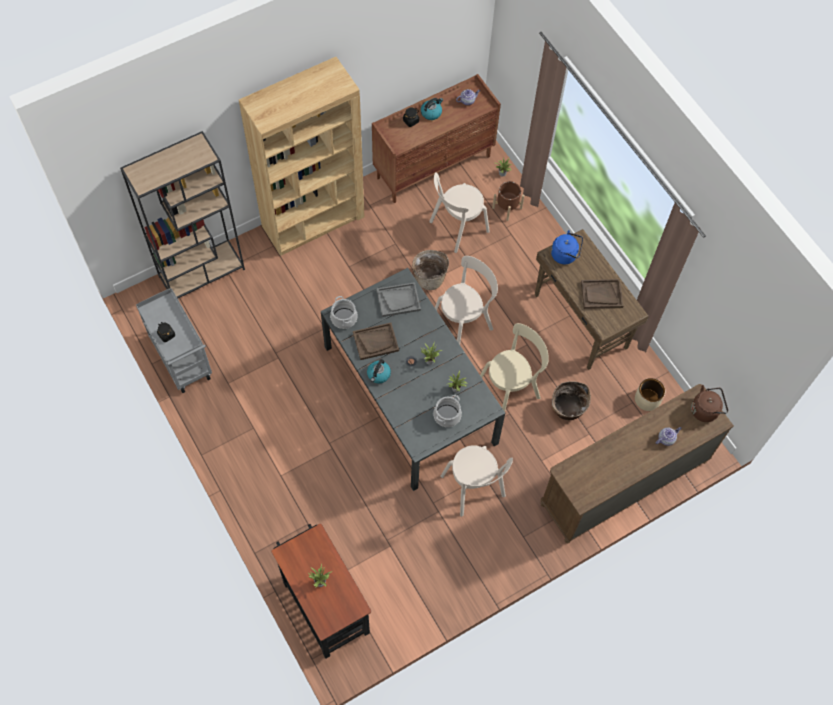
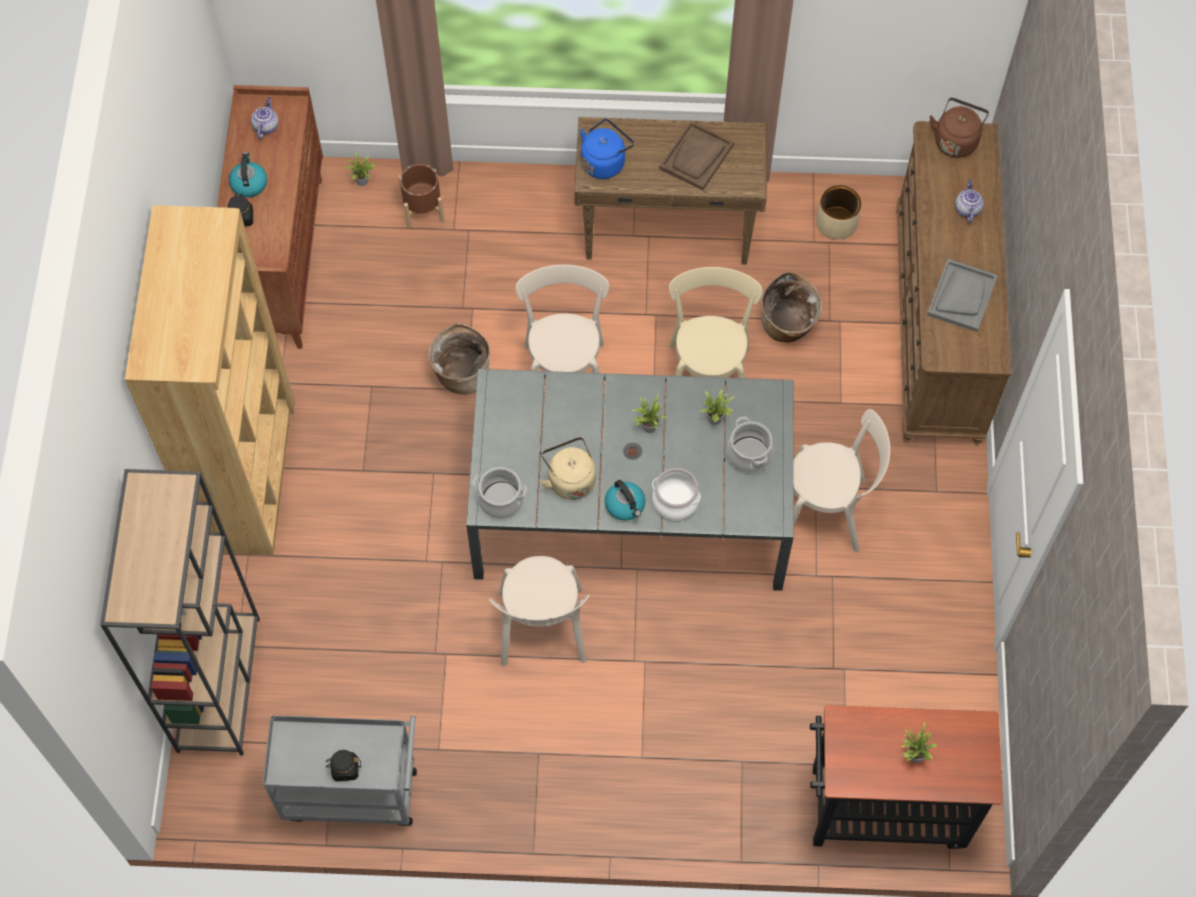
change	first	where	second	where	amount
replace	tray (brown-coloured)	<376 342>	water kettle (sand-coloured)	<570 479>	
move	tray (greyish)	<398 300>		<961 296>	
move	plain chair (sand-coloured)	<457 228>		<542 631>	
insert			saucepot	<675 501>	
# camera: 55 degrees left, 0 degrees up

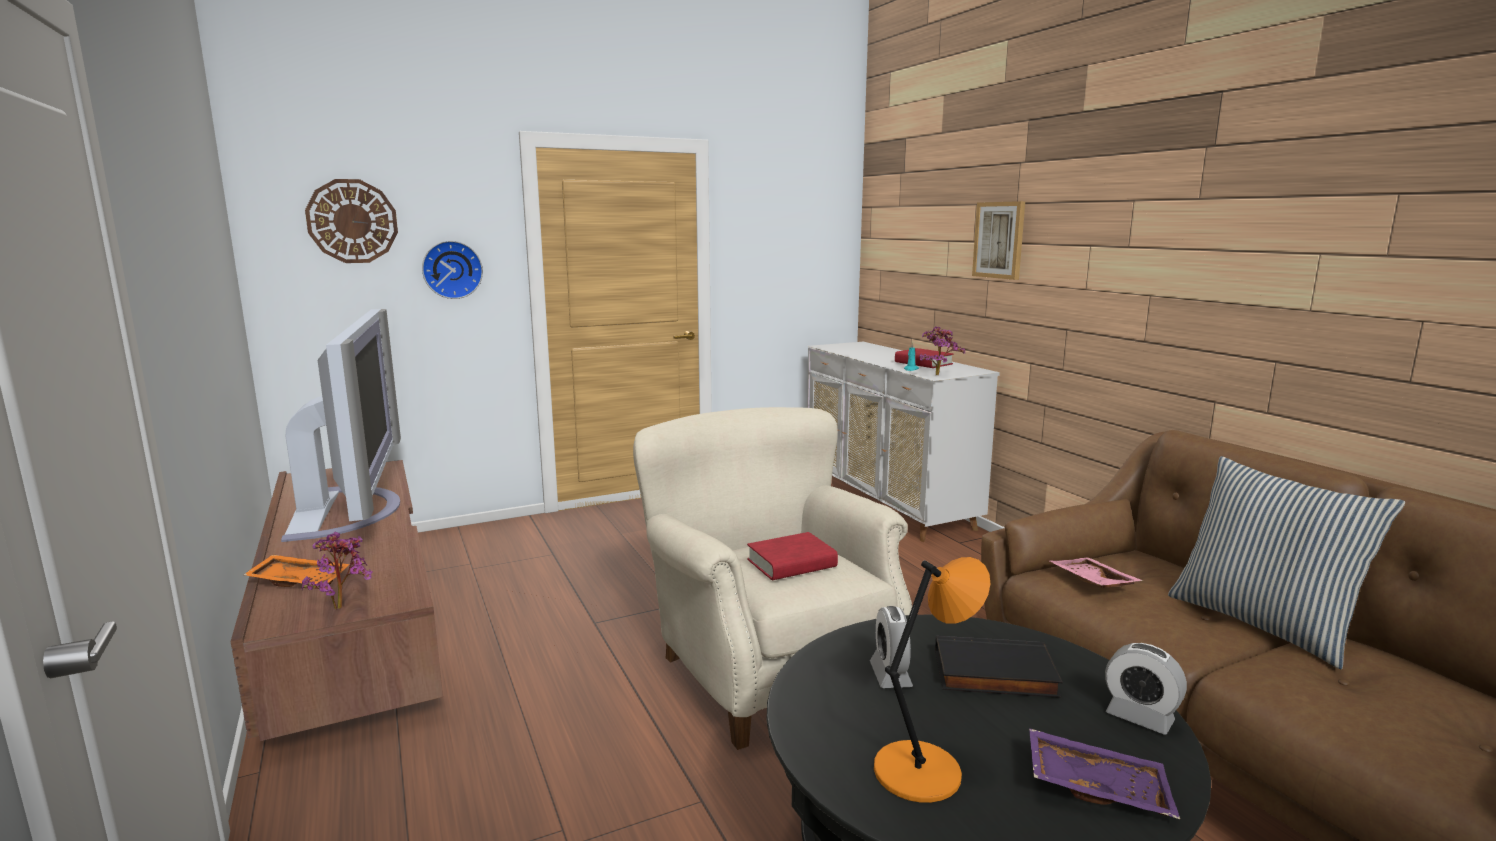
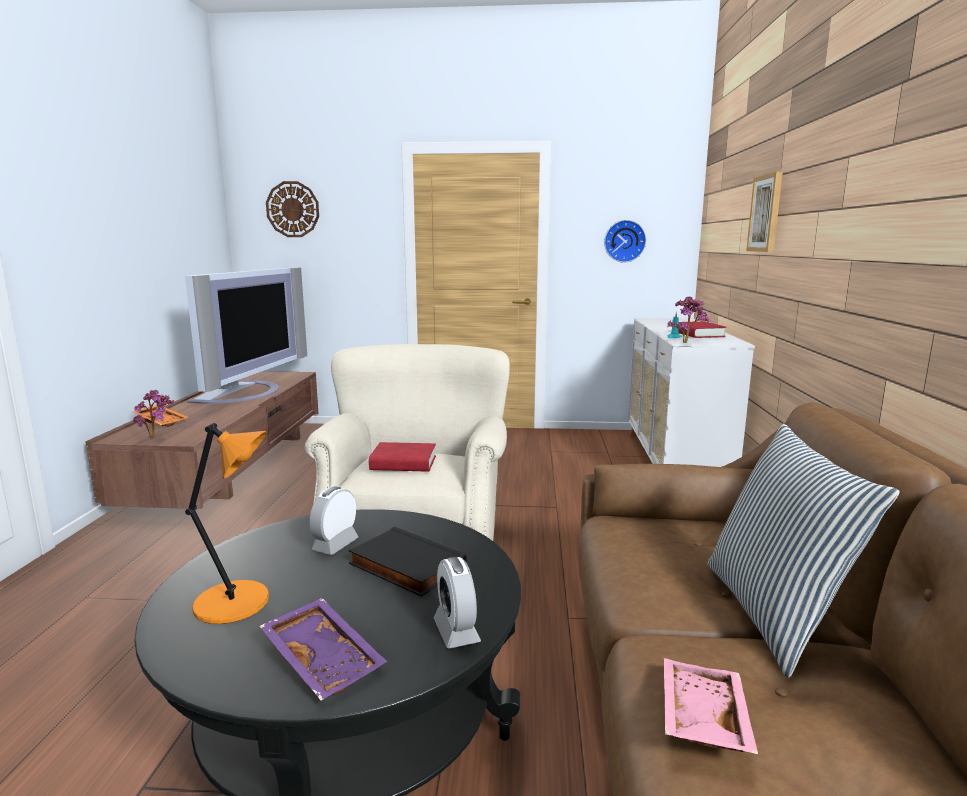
change	first	where	second	where	amount
move	hanging clock	<452 269>		<624 241>	
move	tray (pink)	<1091 582>		<700 717>	
# camera: 30 degrees right, 0 degrees up

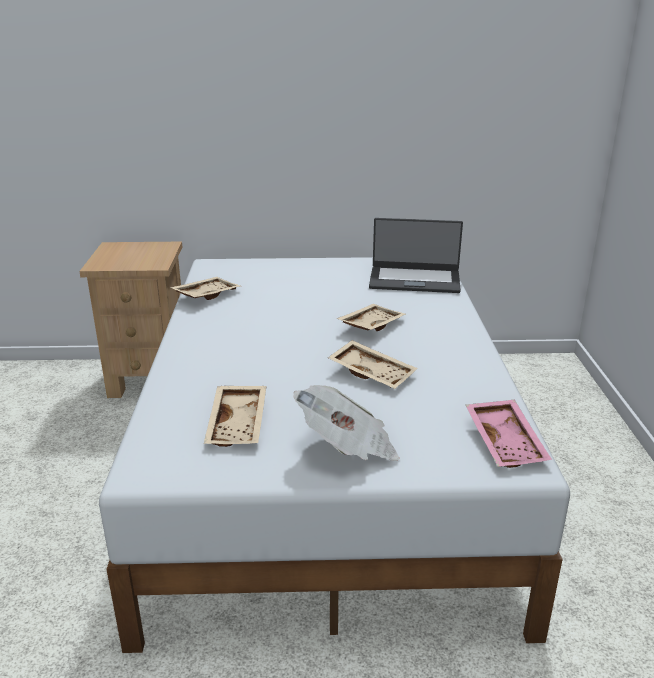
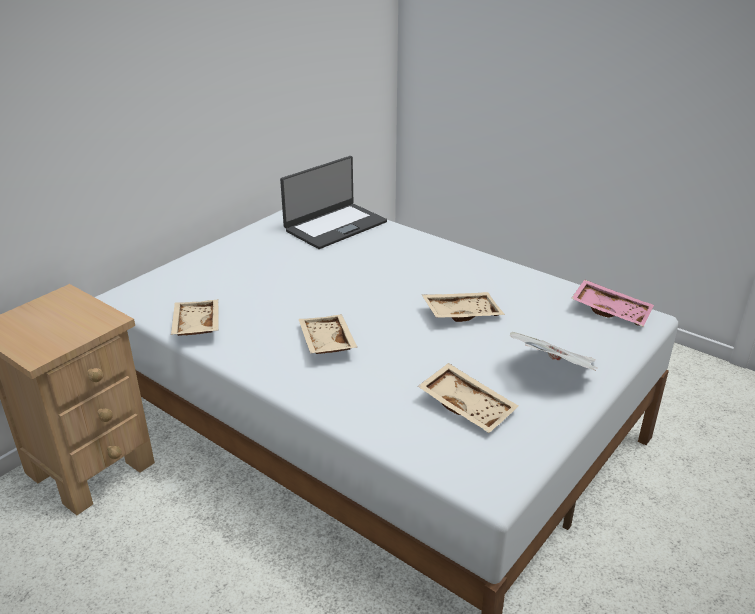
change	first	where	second	where	amount
move	tray (sand-coloured)	<370 325>		<325 343>	
# camera: 50 degrees left, 5 degrees up

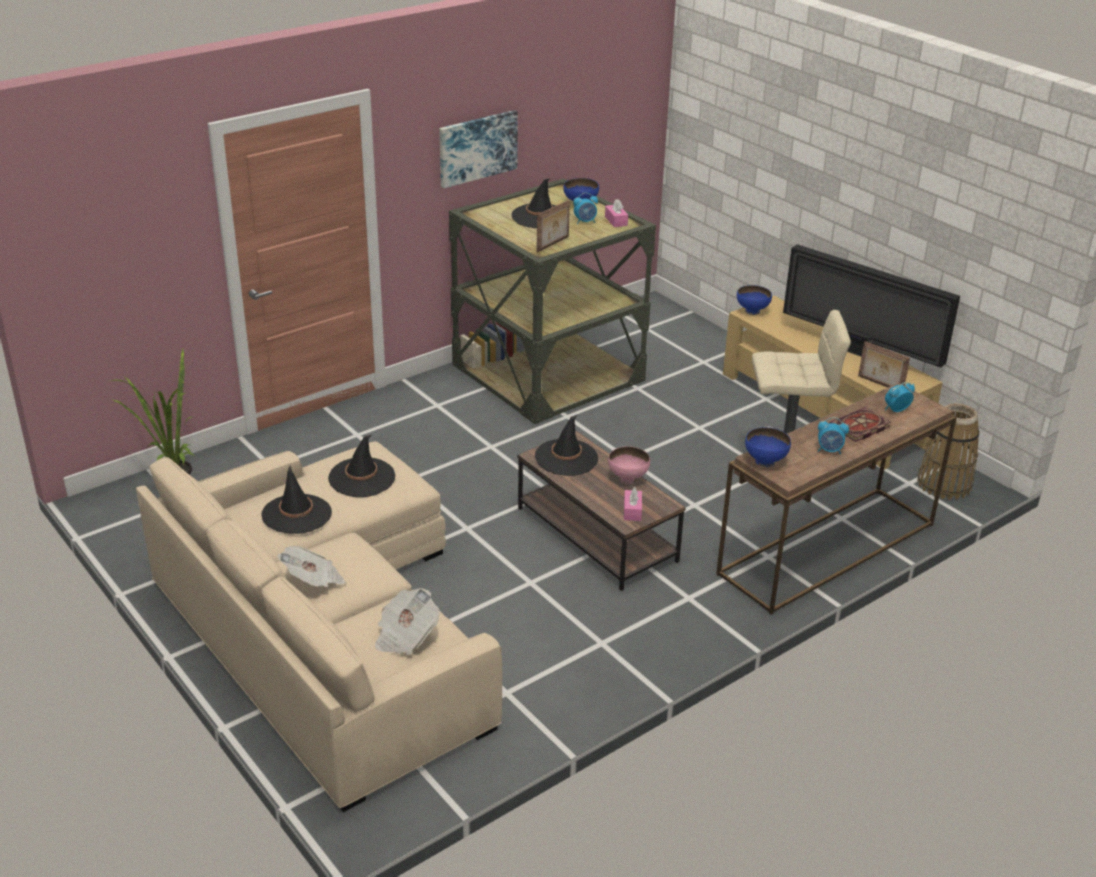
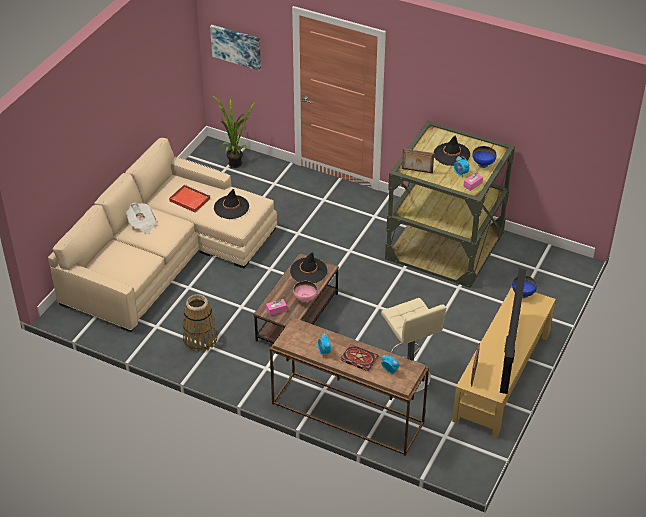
change	first	where	second	where	amount
replace	hat (black)	<296 514>	tray (reddish)	<189 199>	
delete	daily paper	<405 636>			
move	wall picture	<477 147>		<236 46>	
delete	bowl (blue-coloured)	<765 462>			
move	basket	<944 484>		<200 339>	
# camera: 65 degrees right, 10 degrees up

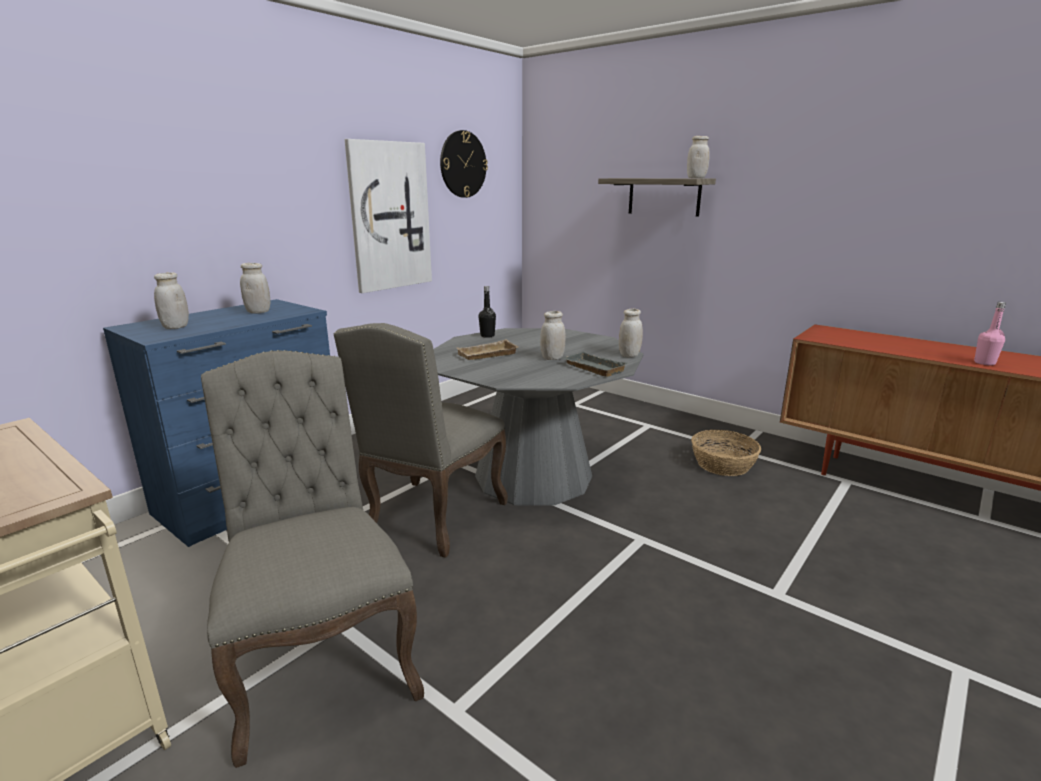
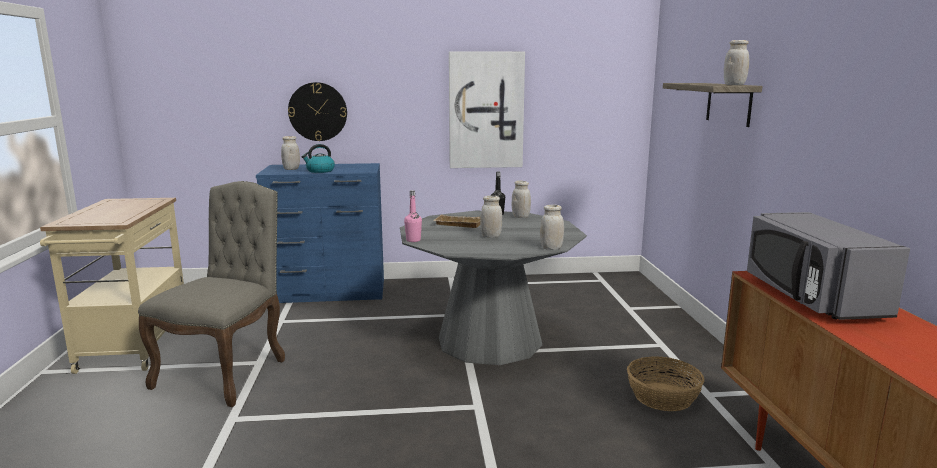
change	first	where	second	where	amount
move	preserve jar (whitish)	<258 312>		<520 216>	
delete	plain chair (greyish)	<431 519>			
move	hanging clock	<463 164>		<317 111>	
delete	tray (greyish)	<592 368>			
move	bottle (pink)	<984 363>		<413 240>	
insert			water kettle	<320 171>	
insert			microwave (greyish)	<810 297>	
# camera: 45 degrees right, 5 degrees down

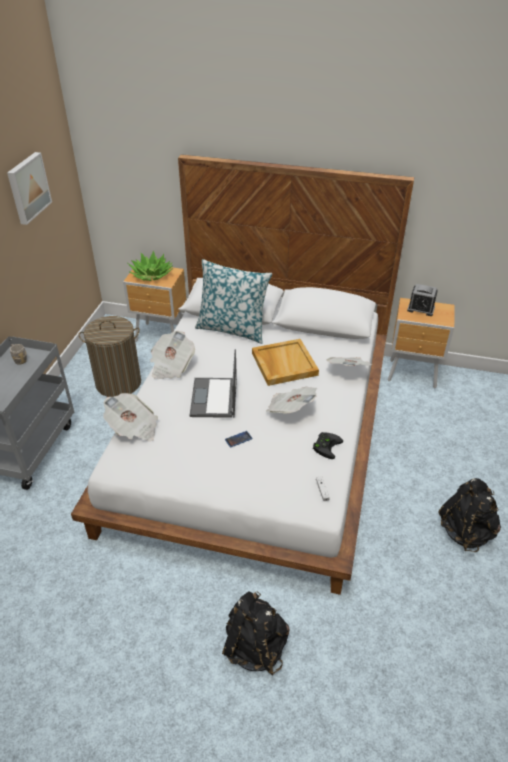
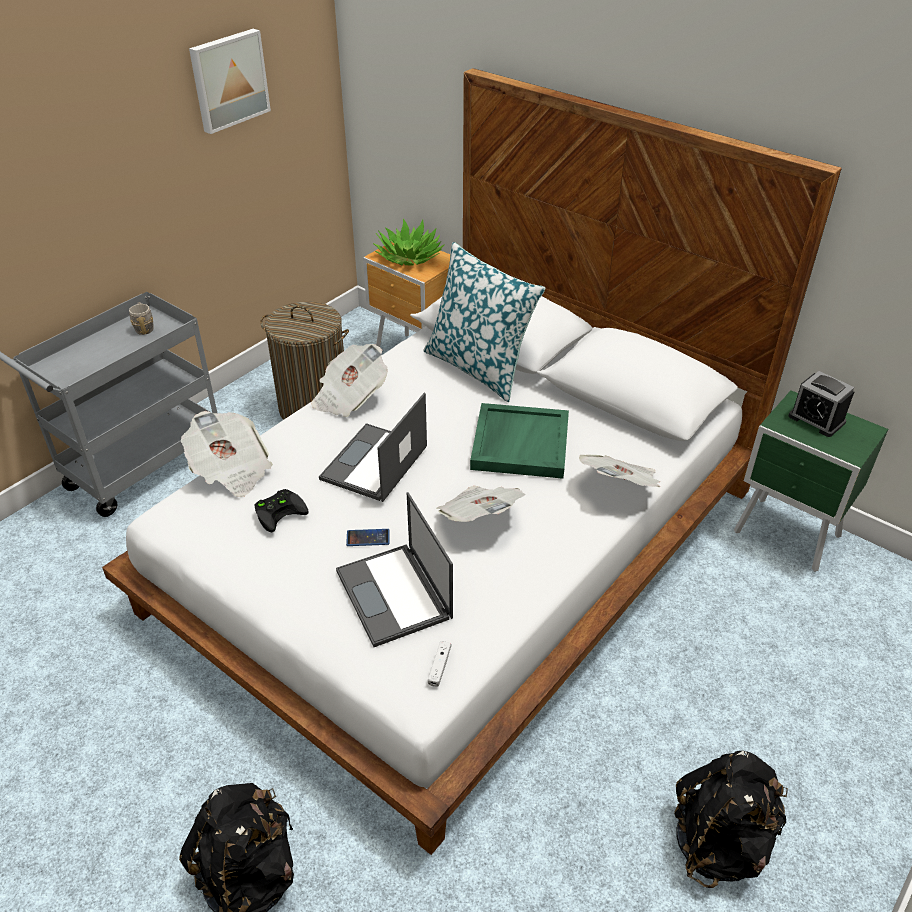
change	first	where	second	where	amount
recolor	tray (sand-coloured)	<283 364>	tray (green)	<519 443>	
move	gamepad (black)	<326 445>		<280 511>	
recolor	nightstand (brown-coloured)	<413 375>	nightstand (green)	<788 536>	
insert			notebook computer	<394 595>	
# camera: 25 degrees right, 0 degrees up

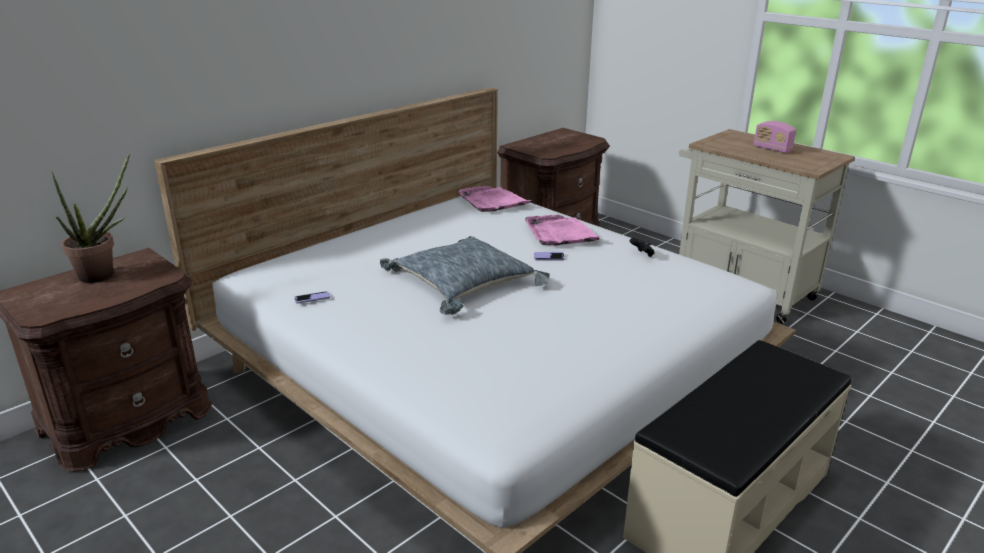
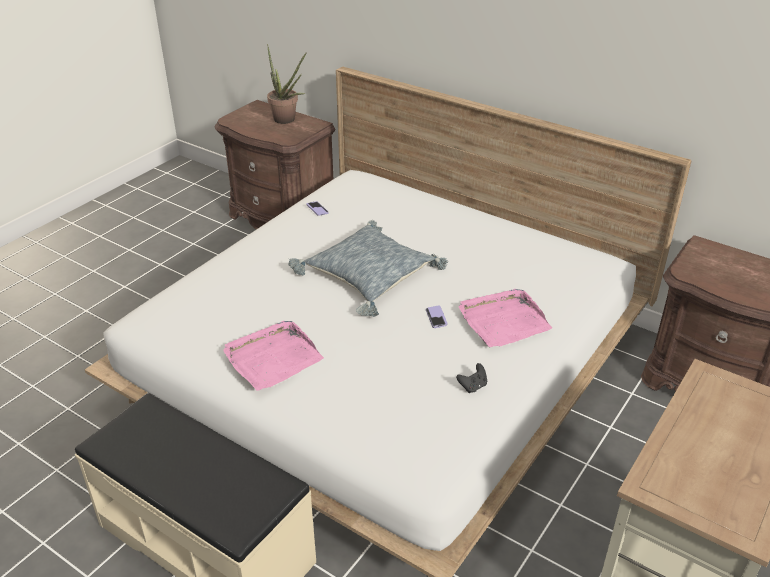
change	first	where	second	where	amount
move	tray (pink)	<492 201>		<272 358>	
delete	radio receiver	<772 149>			
# camera: 80 degrees right, 10 degrees up

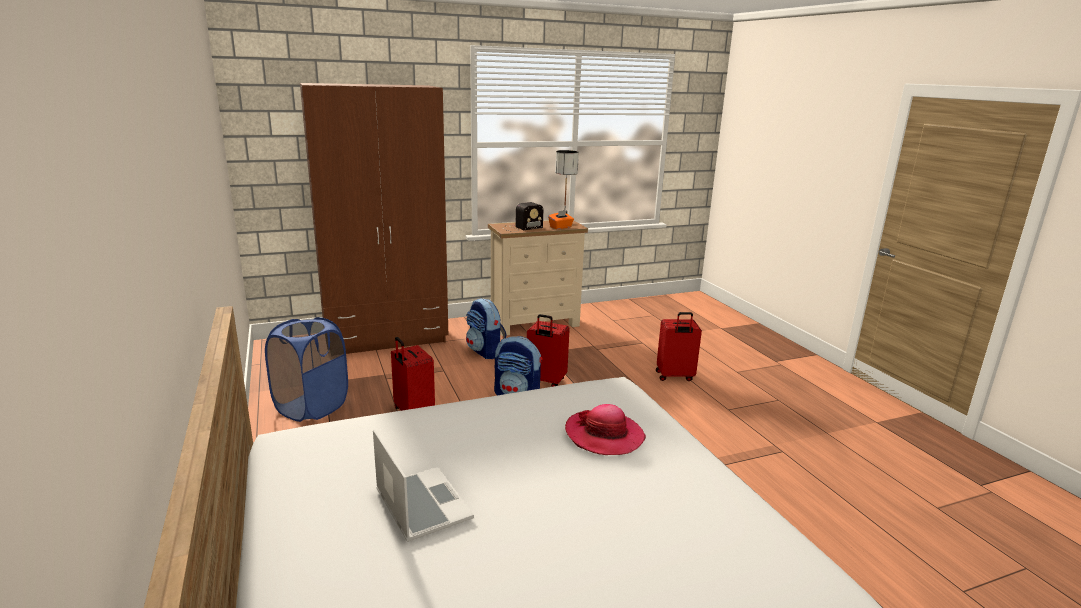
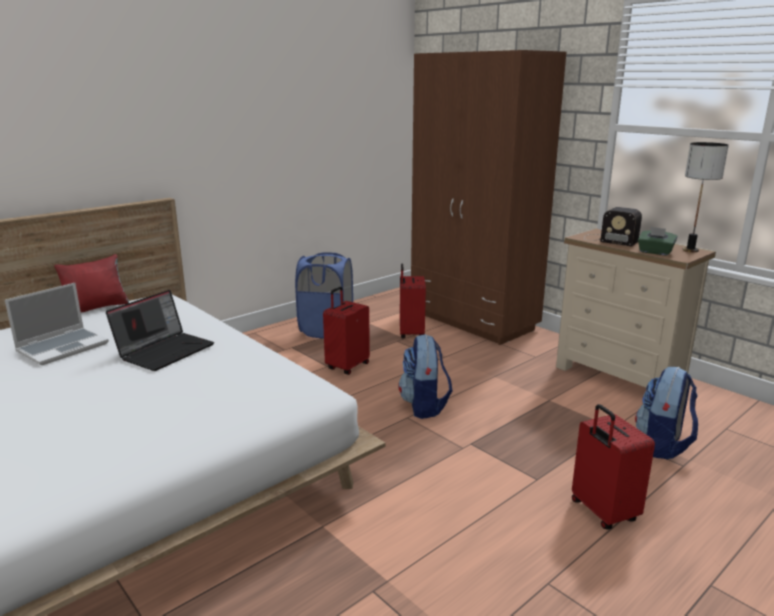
change	first	where	second	where	amount
move	knapsack	<485 352>		<663 445>	
move	suitcase (reddish)	<545 381>		<410 333>	
recolor	tissue holder (orangey)	<560 227>	tissue holder (green)	<655 252>	
delete	hat	<604 435>			
insert			throw pillow (reddish)	<97 307>	
insert			notebook computer	<165 350>	
# camera: 70 degrees right, 0 degrees up

